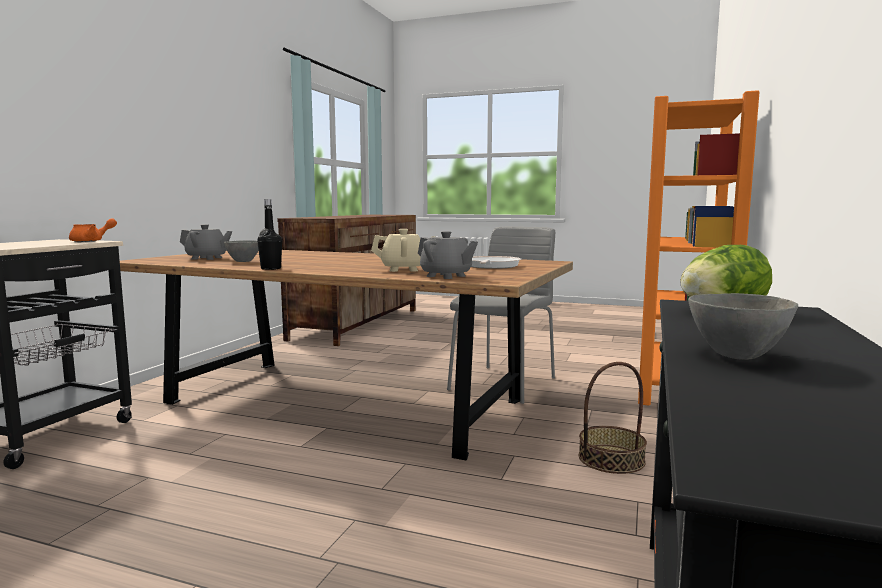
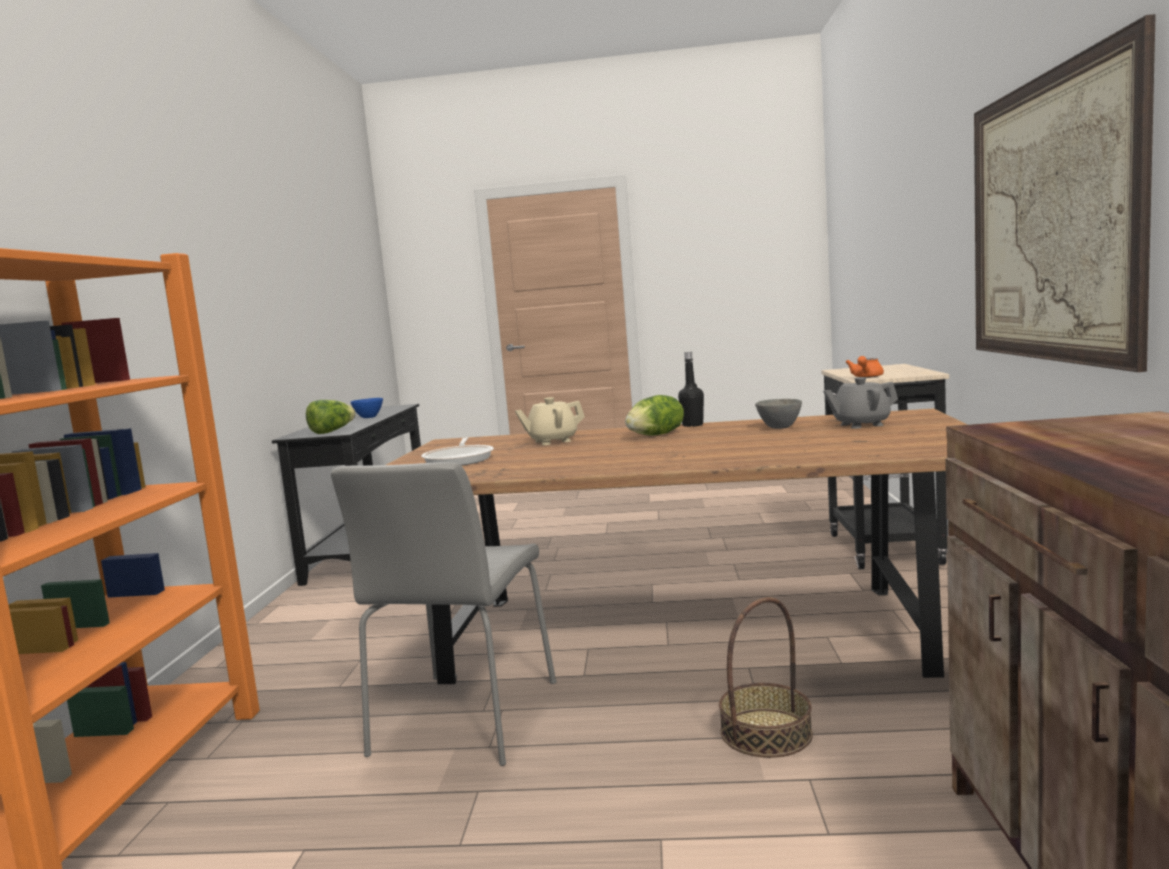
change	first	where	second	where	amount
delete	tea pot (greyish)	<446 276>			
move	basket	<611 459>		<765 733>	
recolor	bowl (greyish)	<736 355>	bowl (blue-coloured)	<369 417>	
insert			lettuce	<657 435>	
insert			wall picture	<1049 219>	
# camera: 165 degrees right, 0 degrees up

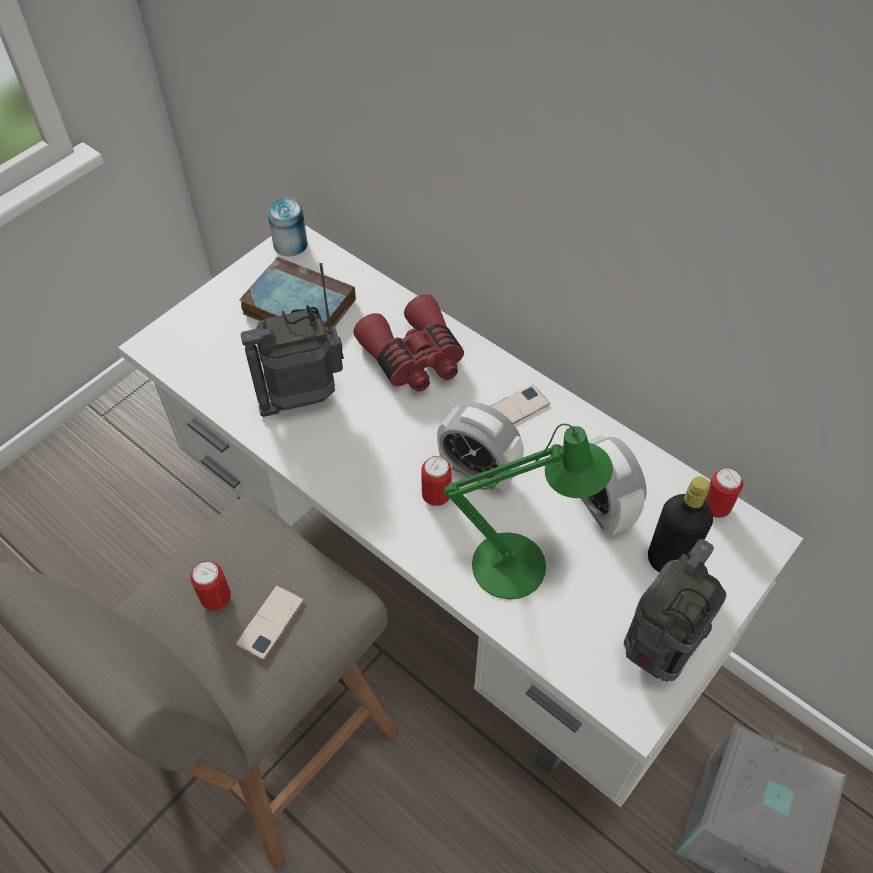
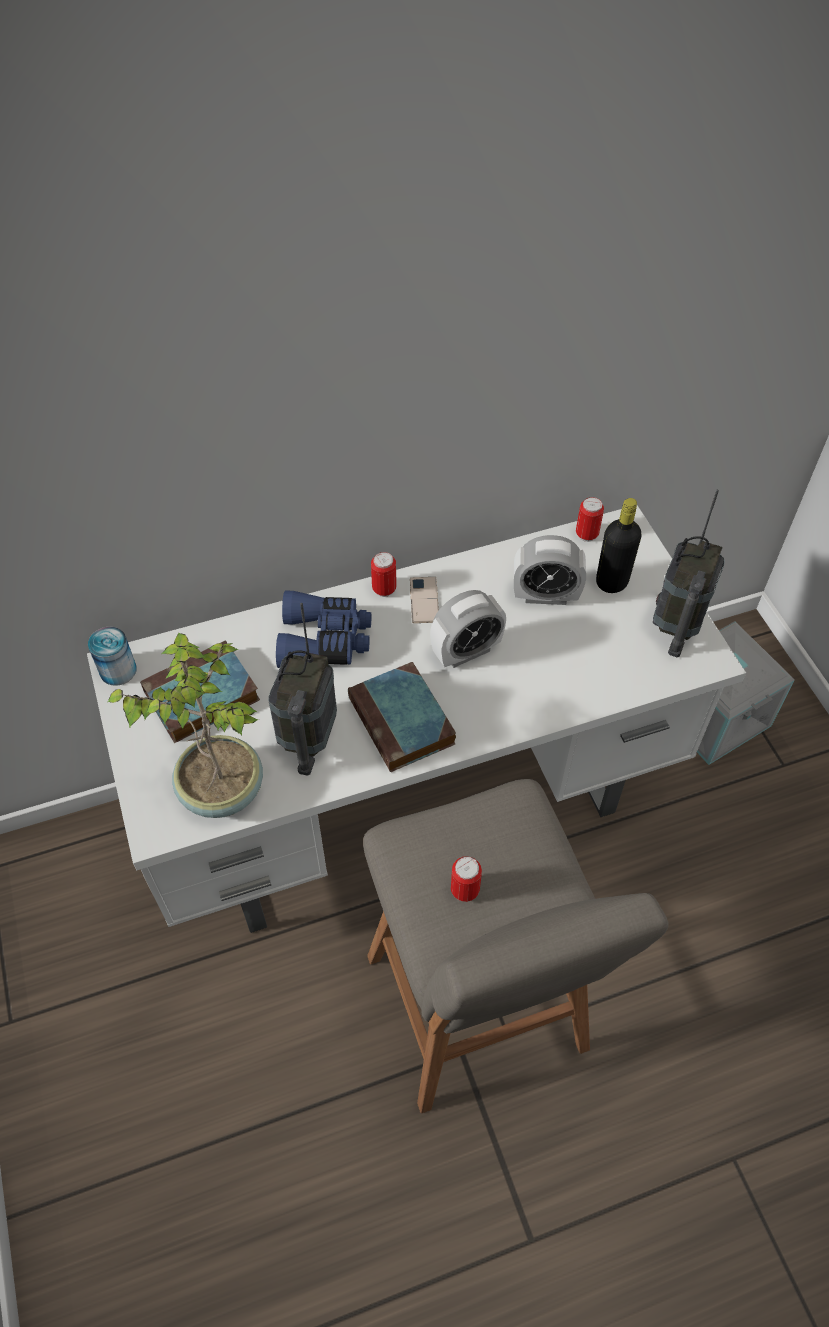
change	first	where	second	where	amount
delete	phone	<270 622>			
recolor	binoculars (reddish)	<414 358>	binoculars (blue-coloured)	<325 640>	
move	metal can	<436 496>		<384 589>	
delete	tabletop lamp (green)	<520 566>			
rotate	radio receiver	<659 650>		<676 624>	135 degrees counterclockwise
insert			houseplant	<221 788>	
insert			book	<403 723>	
# camera: 60 degrees left, 0 degrees up

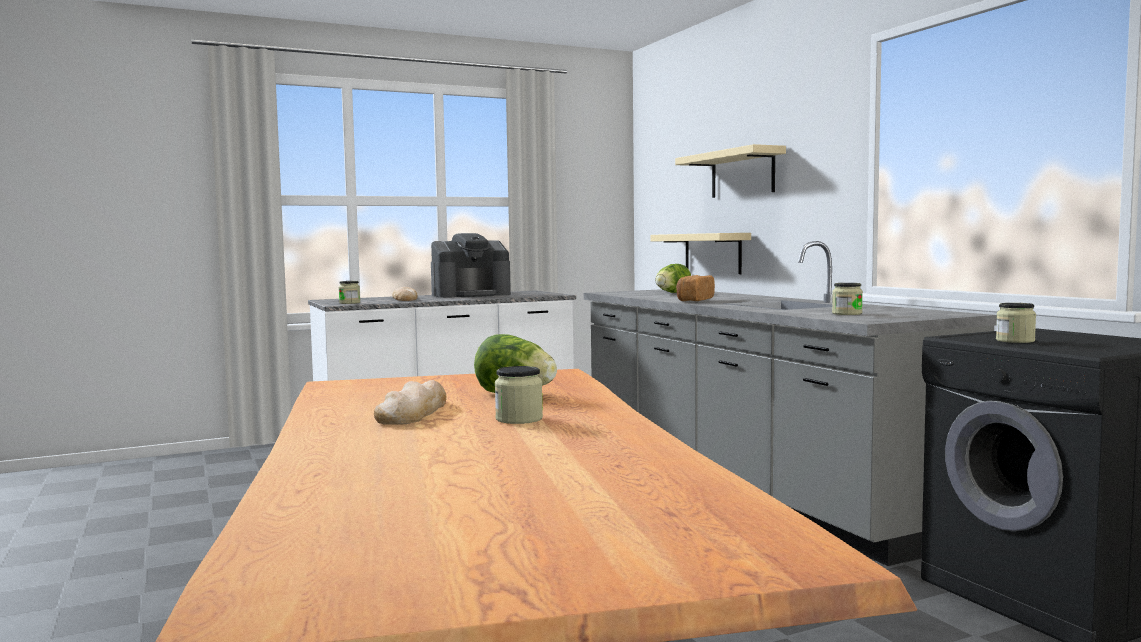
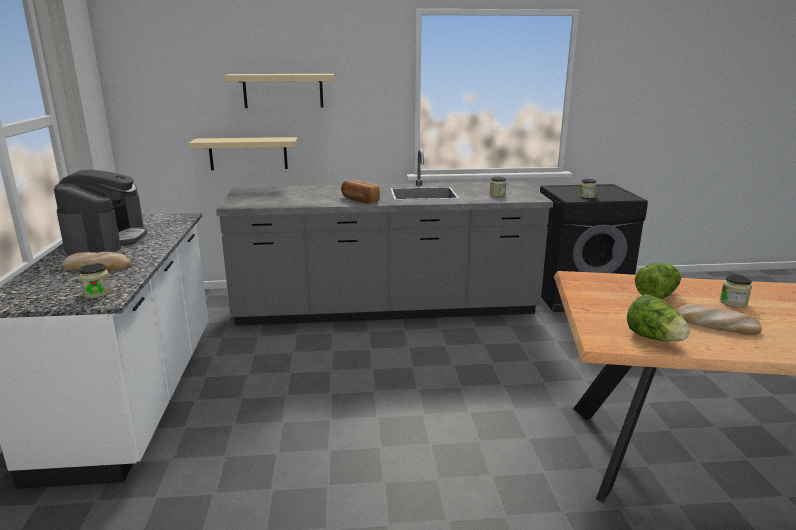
change	first	where	second	where	amount
move	lettuce	<672 293>		<654 338>	
# camera: 70 degrees left, 15 degrees up

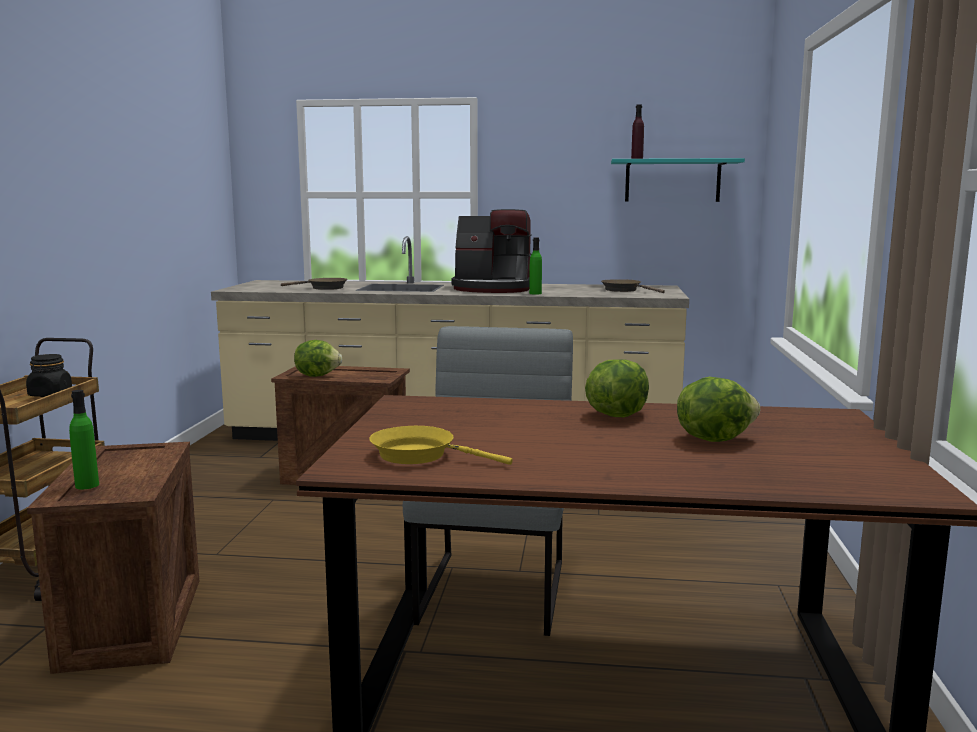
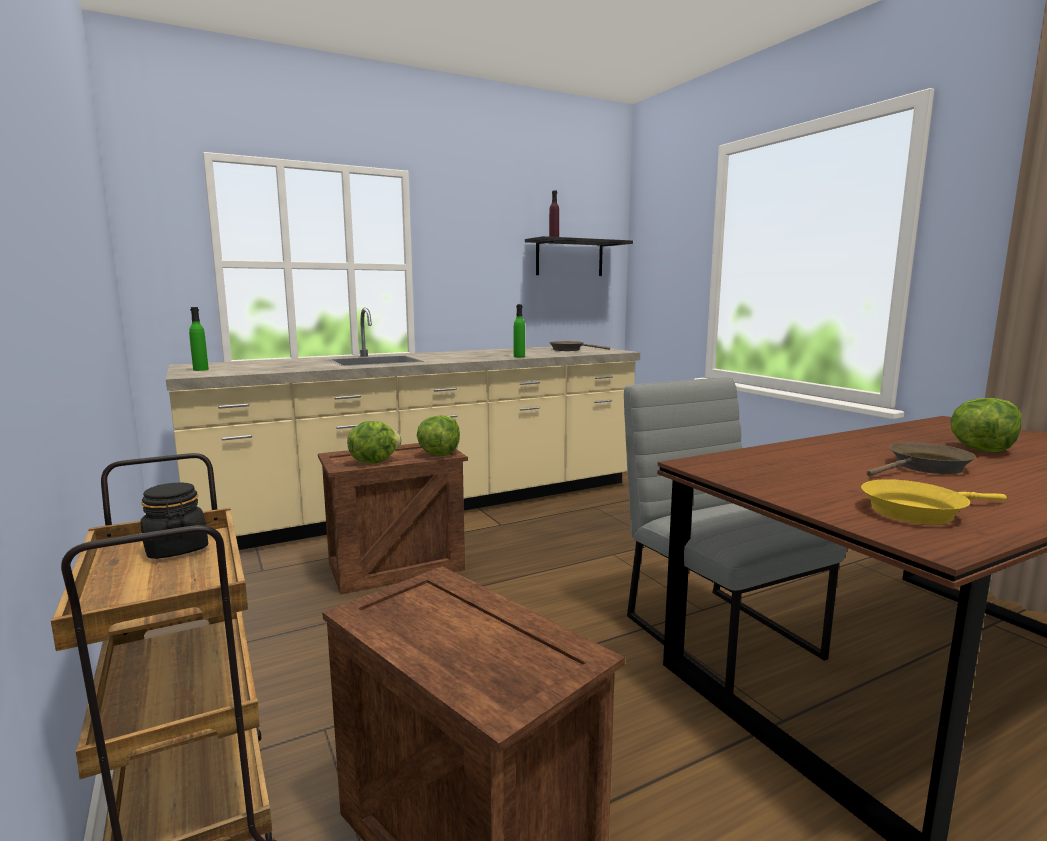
change	first	where	second	where	amount
move	bottle (green)	<87 485>		<200 370>	
move	pan (brown-coloured)	<324 288>		<925 467>	
delete	coffee machine	<493 288>			
move	lettuce	<616 415>		<439 454>	
recolor	bracket shelf (turquoise-coloured)	<672 180>	bracket shelf (black)	<569 258>	
# camera: 35 degrees left, 0 degrees up

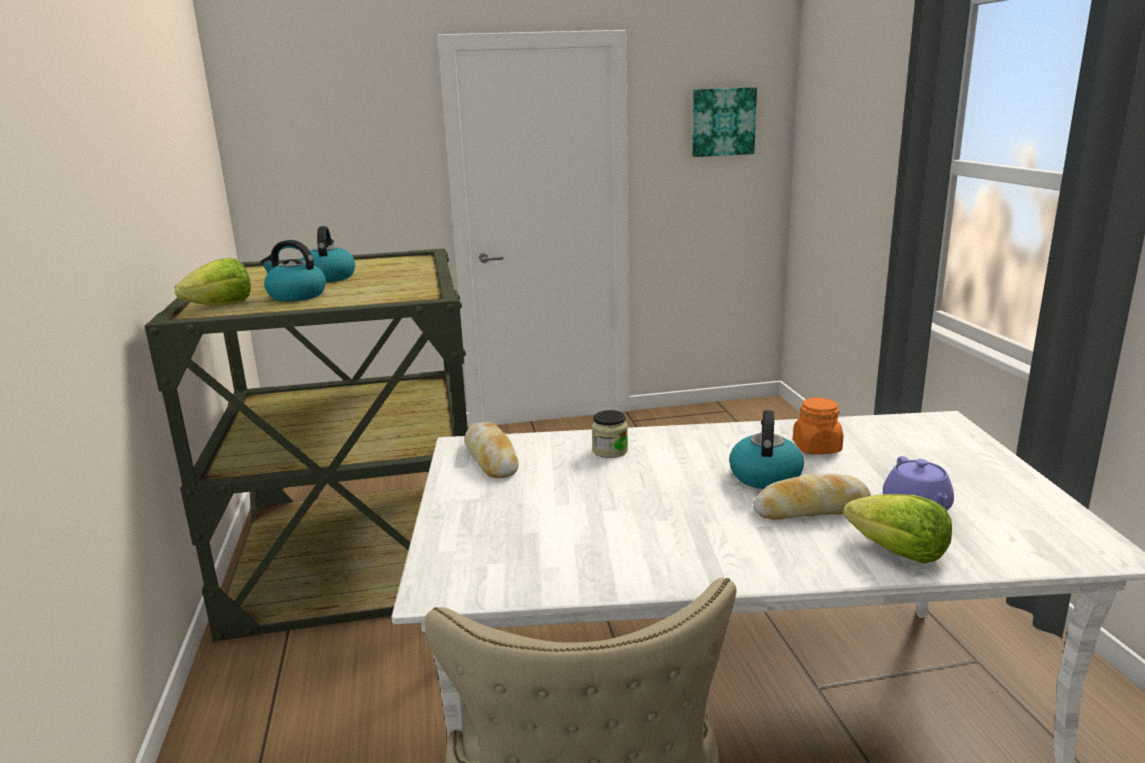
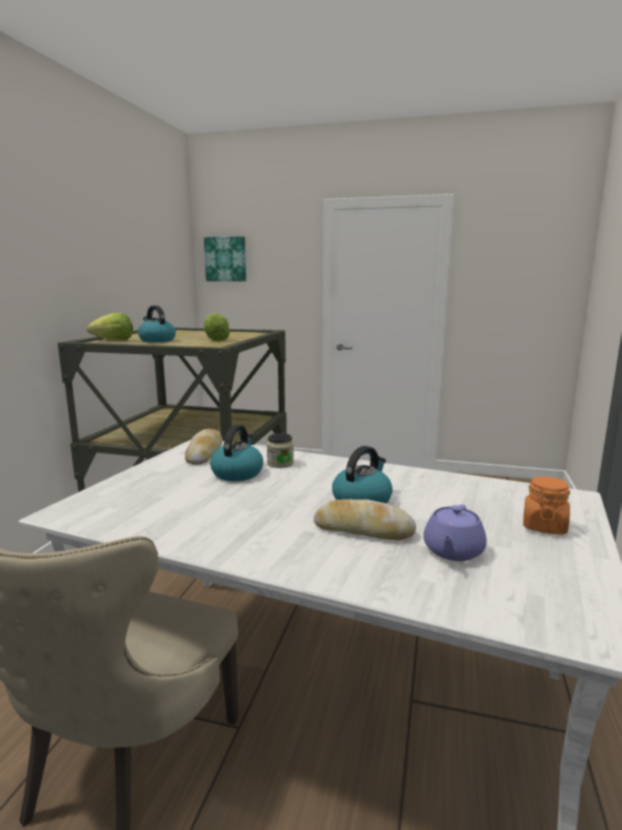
change	first	where	second	where	amount
move	water kettle	<329 277>		<237 473>	
move	wall picture	<723 122>		<226 259>	
move	preserve jar (orangey)	<816 448>		<544 526>	
move	lettuce	<898 552>		<215 340>	
# camera: 25 degrees right, 5 degrees down

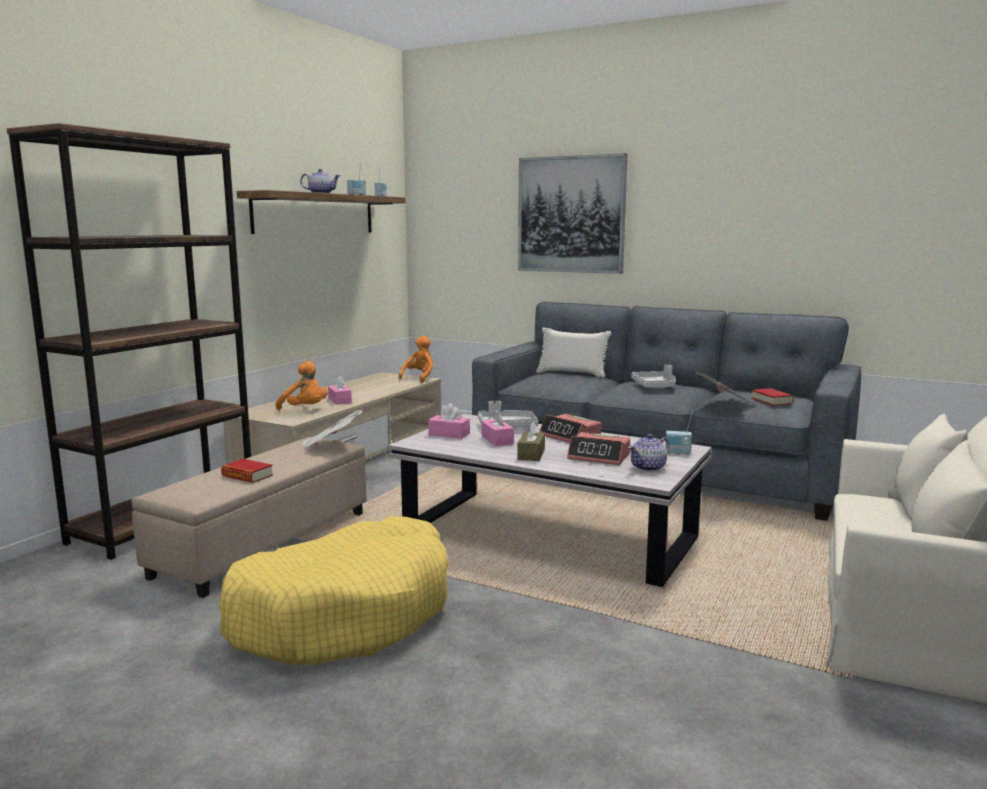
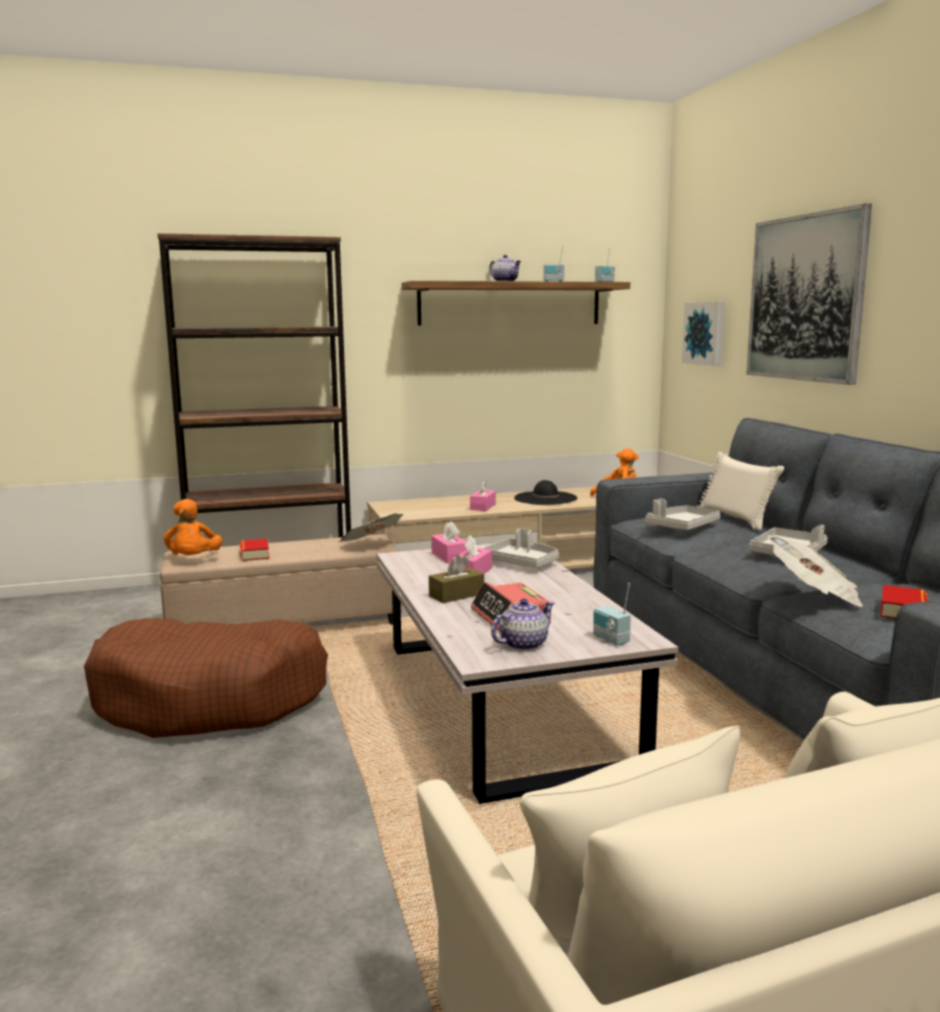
change	first	where	second	where	amount
recolor	dog bed (yellowish)	<344 614>	dog bed (brown-coloured)	<211 699>	
move	plush toy (orangey)	<305 409>		<194 560>	
delete	table clock	<570 436>			
rotate	tea pot	<648 467>		<522 644>	135 degrees clockwise
insert			hat (black)	<545 498>	
insert			tray (greyish)	<682 527>	
insert			wall picture	<705 333>	
# camera: 45 degrees right, 0 degrees up

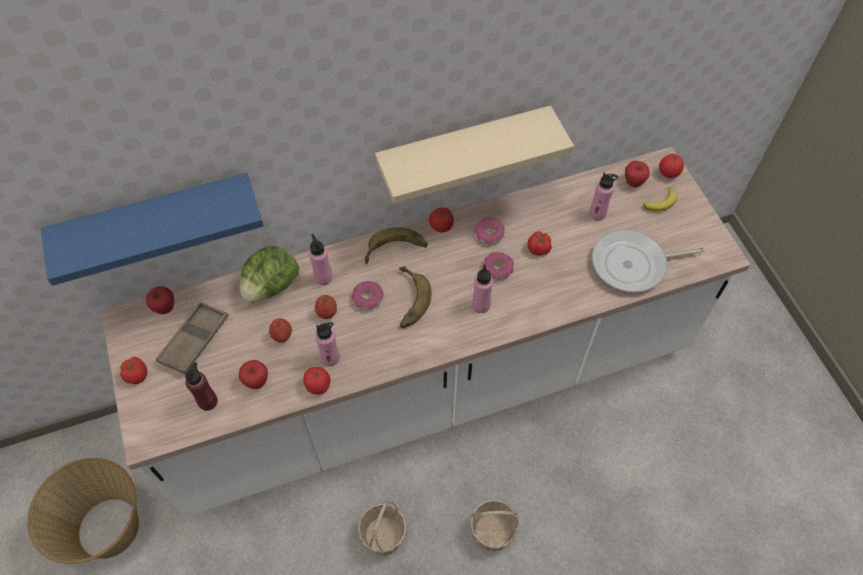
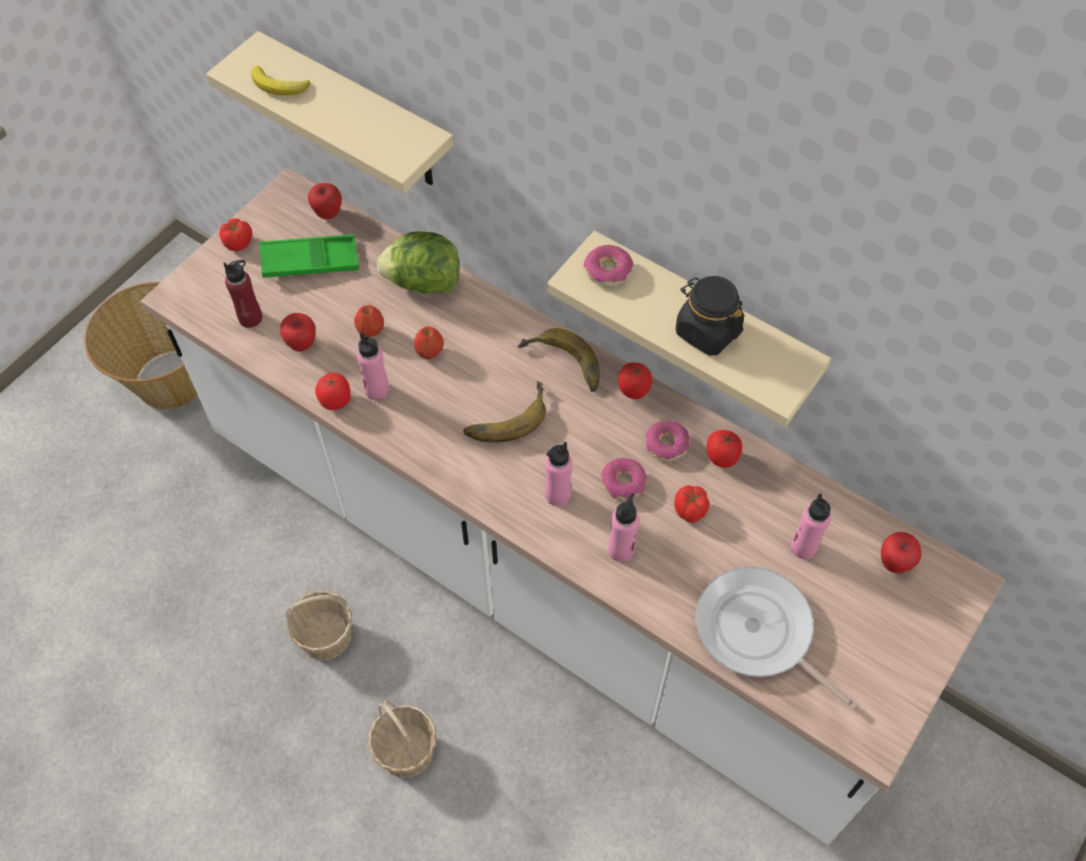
change	first	where	second	where	amount
recolor	bracket shelf (blue-coloured)	<156 220>	bracket shelf (sand-coloured)	<358 114>	
recolor	tray (brown-coloured)	<194 340>	tray (green)	<310 261>	
move	bottle (pink)	<323 277>		<621 550>	
move	ring doughnut	<367 298>		<608 271>	
move	whole banana	<661 202>		<279 86>	
move	whole tomato	<668 173>		<721 457>	
insert			preserve jar (black)	<707 331>	
# camera: 55 degrees right, 0 degrees up

